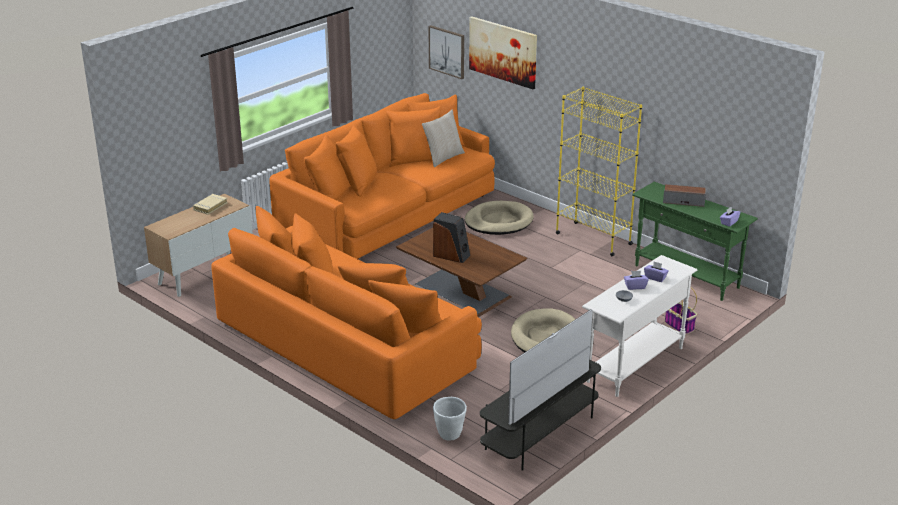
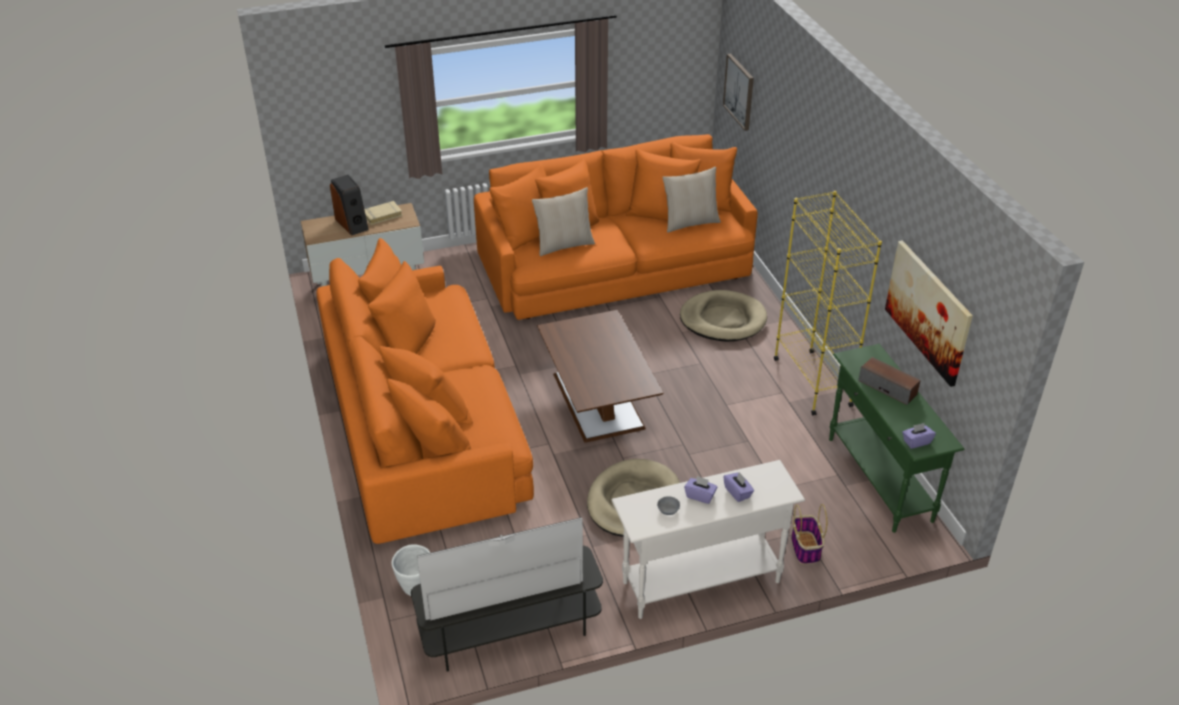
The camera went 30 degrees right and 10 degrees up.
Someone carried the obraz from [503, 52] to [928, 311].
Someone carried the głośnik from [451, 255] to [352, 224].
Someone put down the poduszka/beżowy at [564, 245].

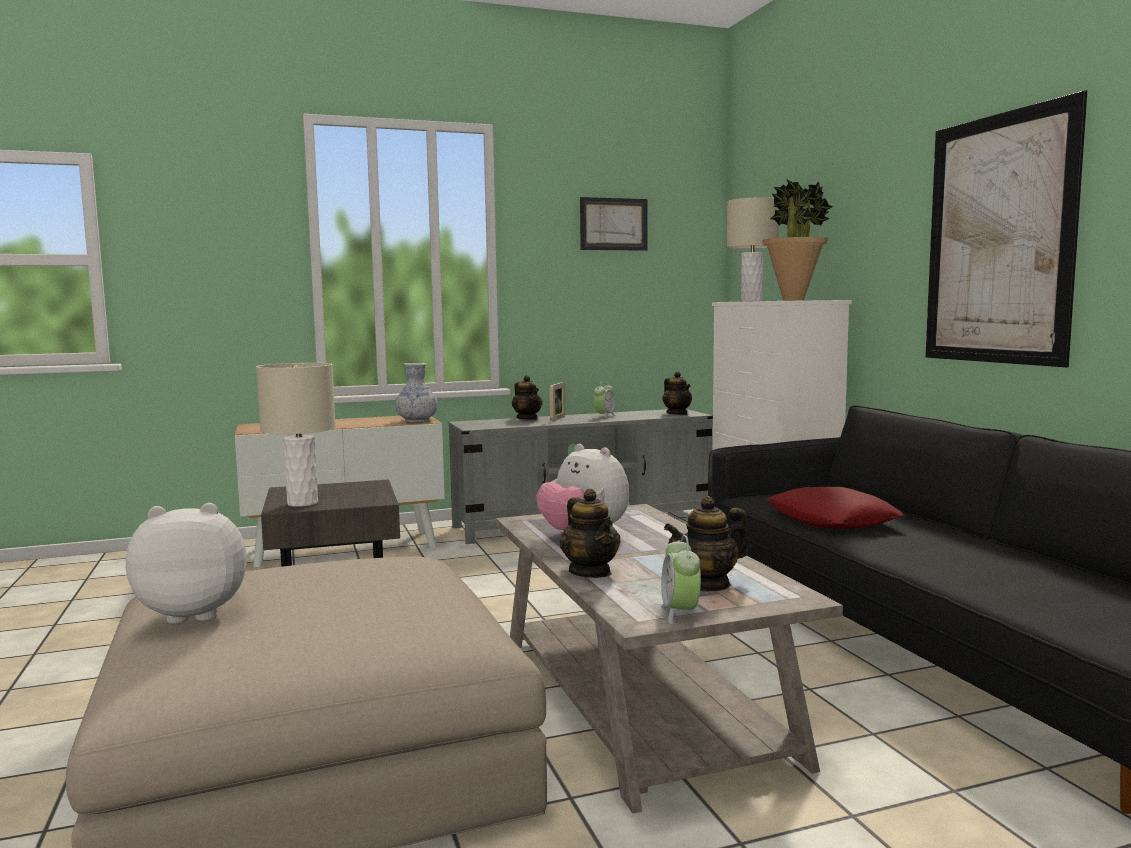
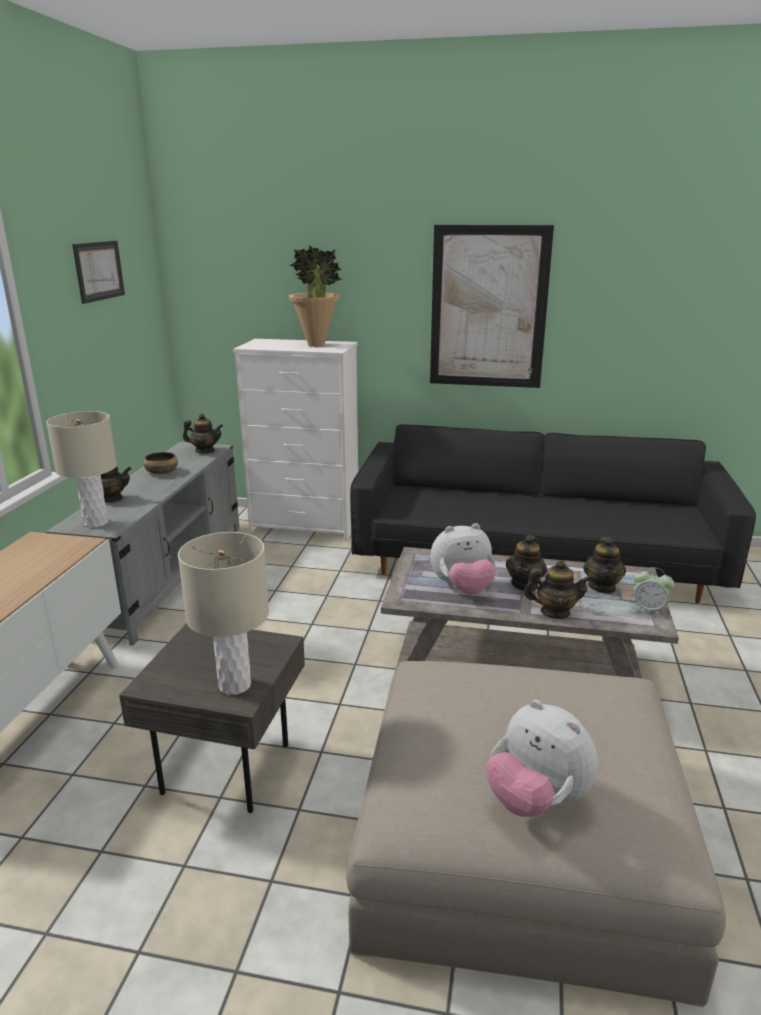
The camera went 60 degrees left and 15 degrees up.
Someone carried the lampa stołowa/beżowy from [751, 301] to [96, 523].
Someone took away the wazon at [417, 420].
Someone swapped the budzik at [604, 416] for the miska at [161, 472].
Someone took away the ramka na zdjęcie at [557, 419].
Someone took away the poduszka/czerwony at [831, 520].
Someone rotated the pluszak at [195, 613] by 60 degrees counterclockwise.
Someone put down the imbryk at [525, 584].

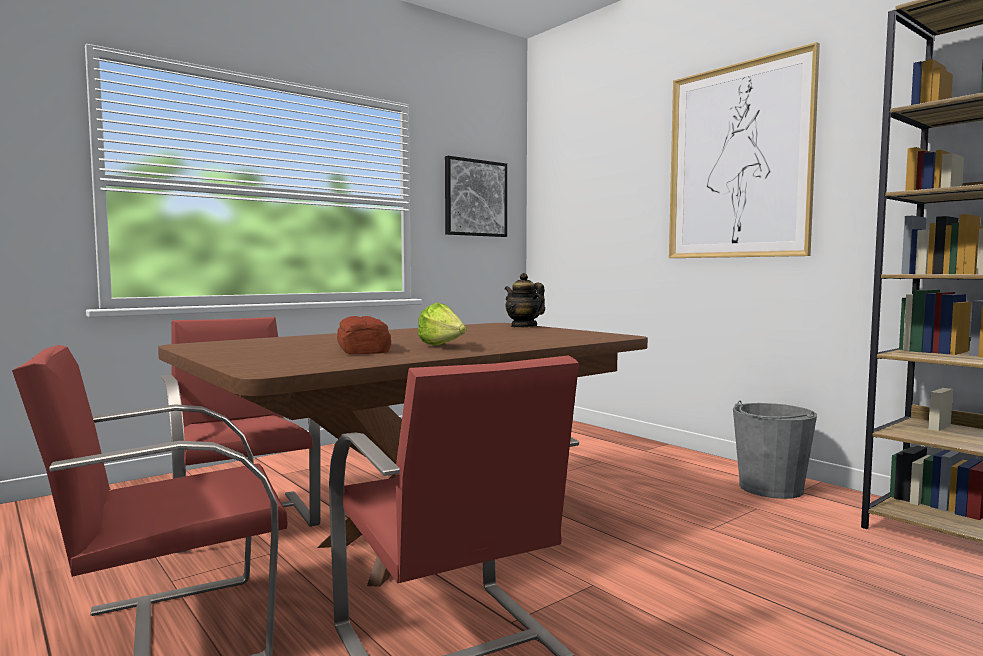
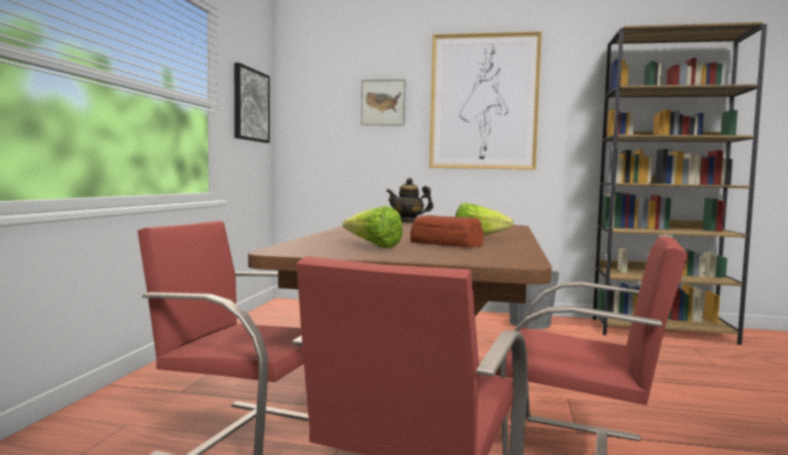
The camera went 40 degrees left and 0 degrees up.
Someone put up the obraz at [383, 102].
Someone put down the sałata at [373, 246].

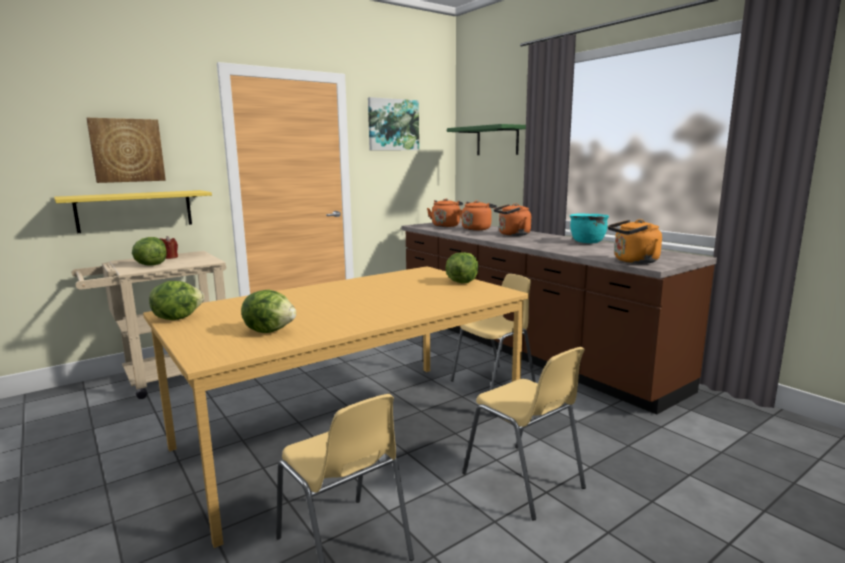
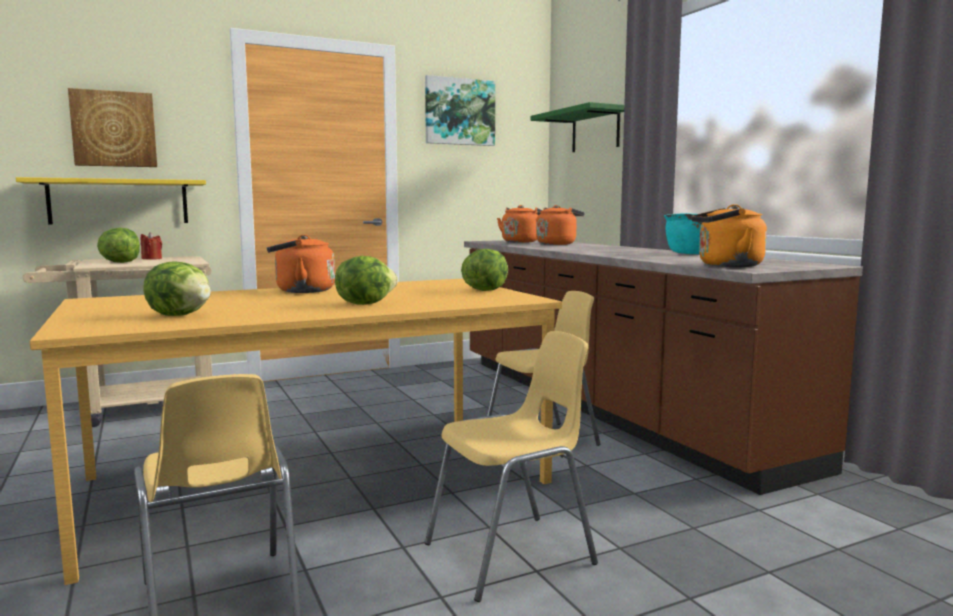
The camera went 10 degrees right and 5 degrees down.
Someone carried the czajnik/pomarańczowy from [512, 234] to [301, 291].
Someone carried the sałata from [177, 318] to [364, 304].
Someone rotated the krzesło/żółty at [524, 481] by 90 degrees counterclockwise.

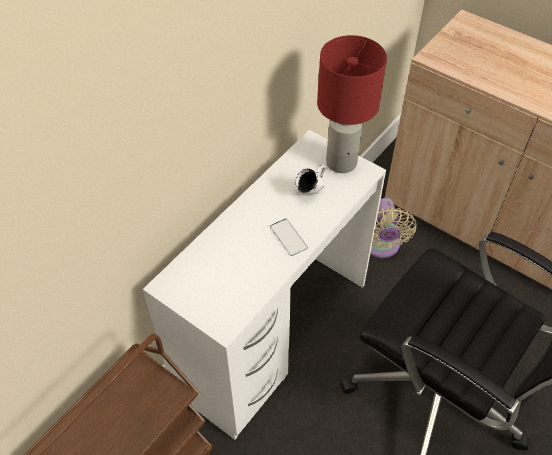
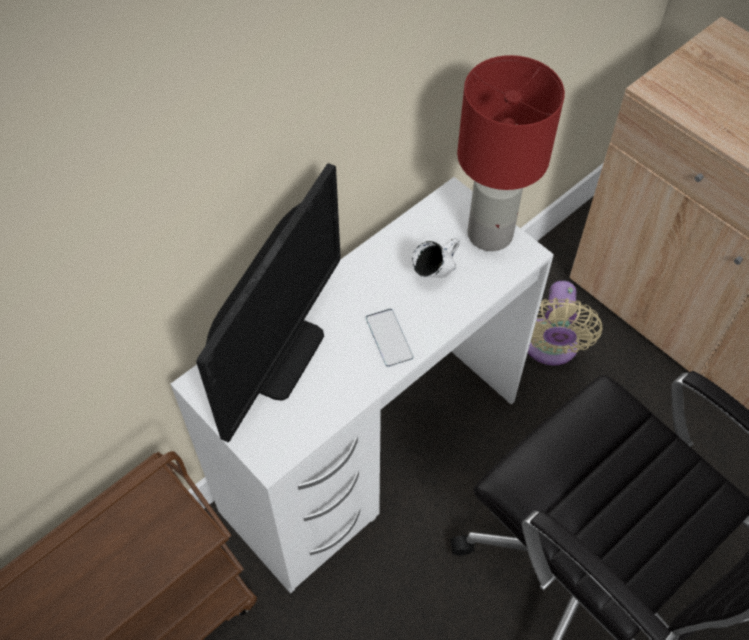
The camera went 10 degrees right and 5 degrees up.
Someone put down the monitor at [279, 355].

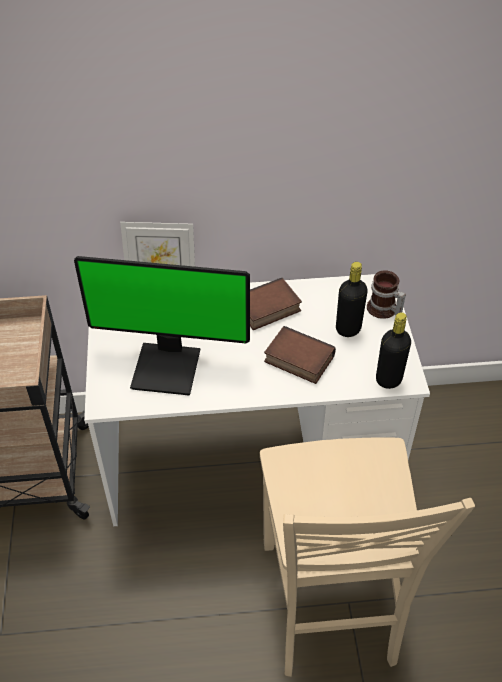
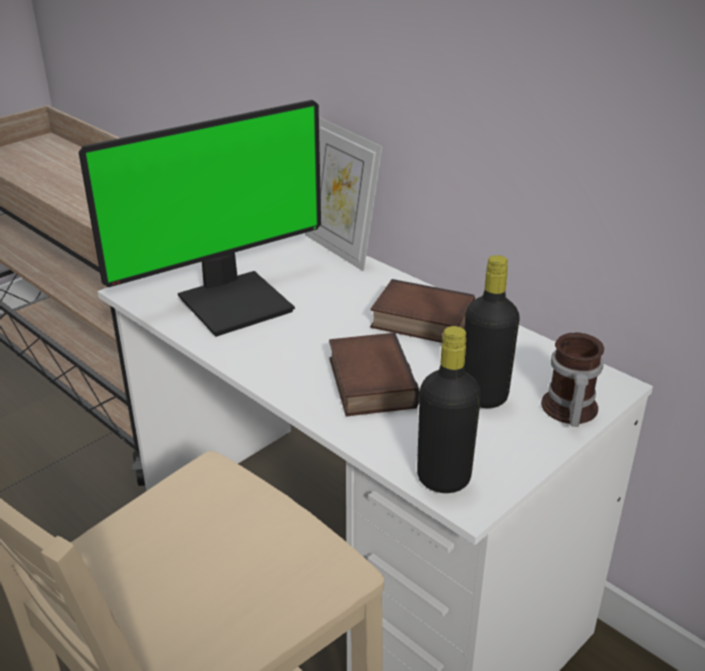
The camera went 50 degrees right and 15 degrees down.
Someone rotated the monitor at [168, 367] by 90 degrees counterclockwise.

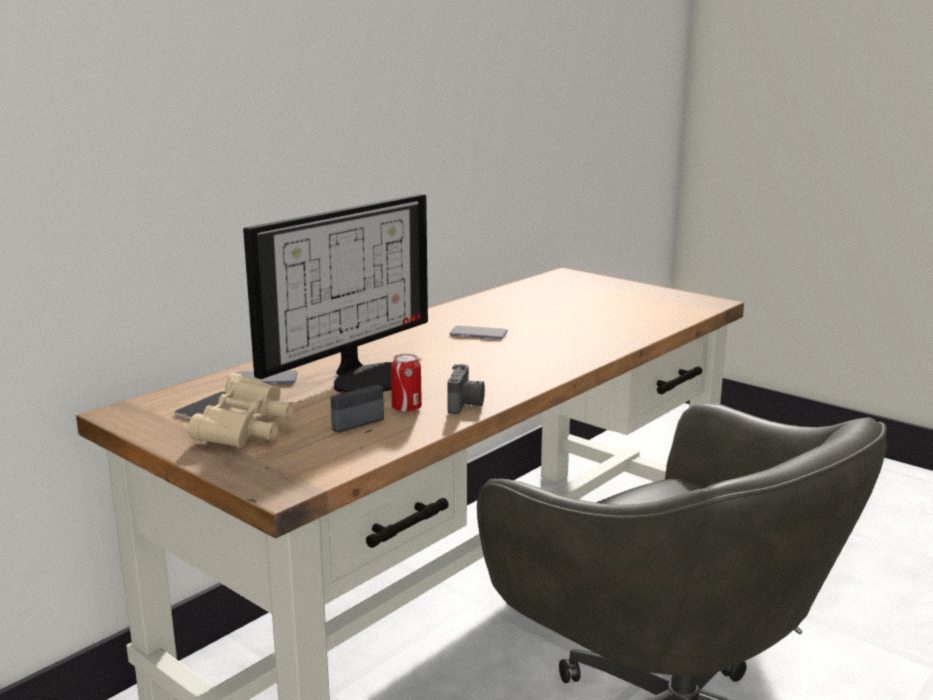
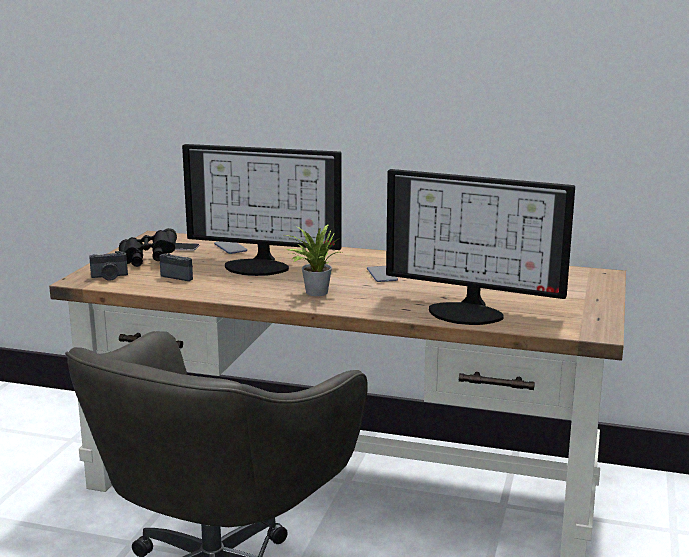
The camera went 65 degrees right and 0 degrees up.
Someone took away the puszka at [406, 408].
Someone carried the aparat fotograficzny from [466, 404] to [109, 277].
Someone repainted the lornetka/beżowy at [245, 431], which became the lornetka/czarny at [148, 260].
Someone put down the monitor at [468, 311].
Someone put down the roślina doniczkowa at [313, 292].

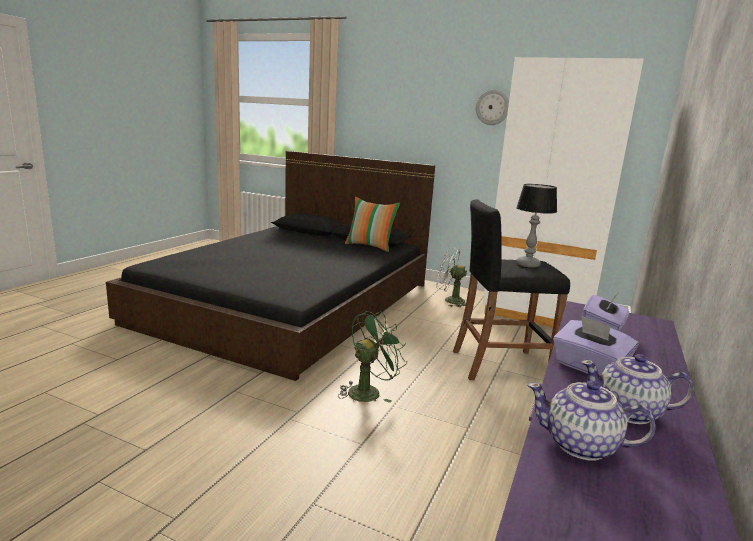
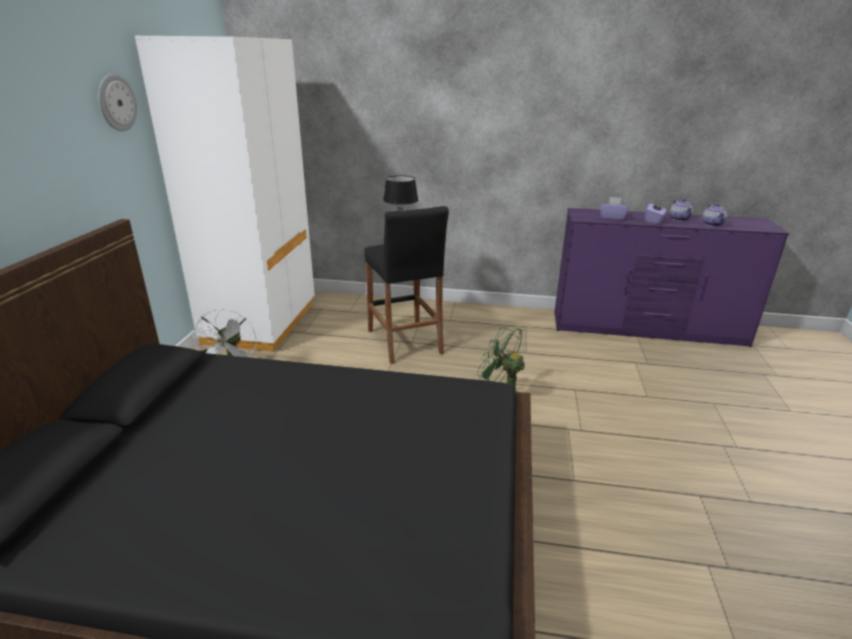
The camera went 105 degrees left and 10 degrees up.
Someone took away the poduszka at [370, 246].

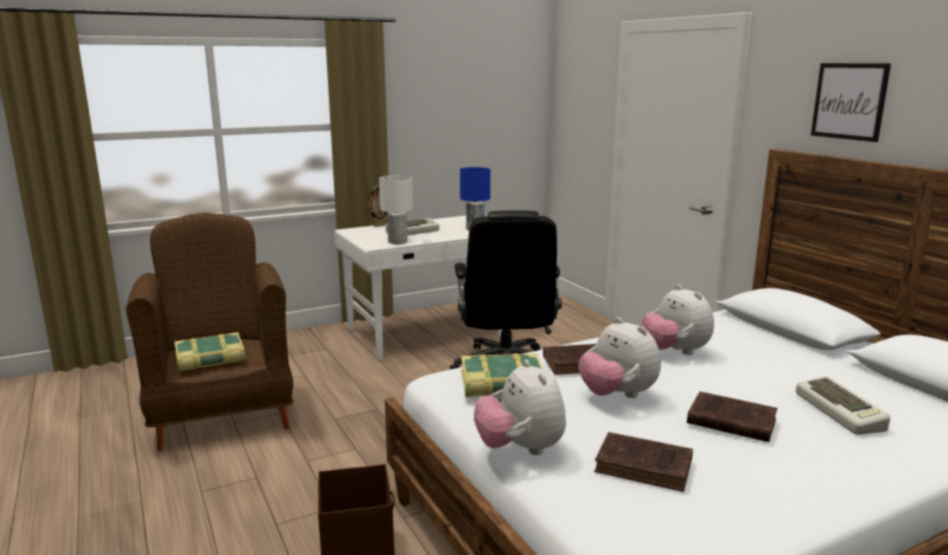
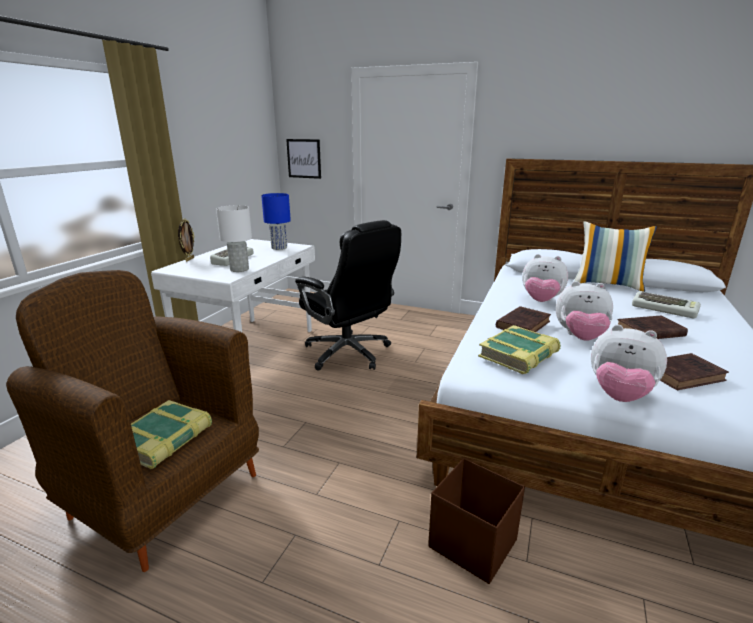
The camera went 40 degrees left and 5 degrees up.
Someone carried the obraz from [849, 101] to [304, 158].
Someone put down the poduszka at [608, 284].

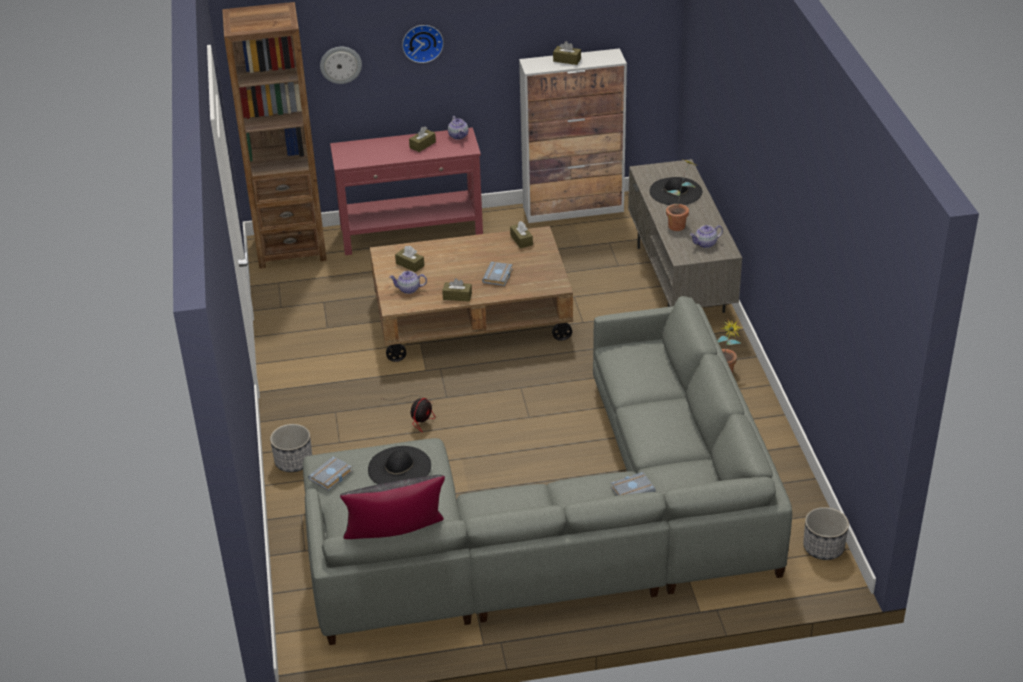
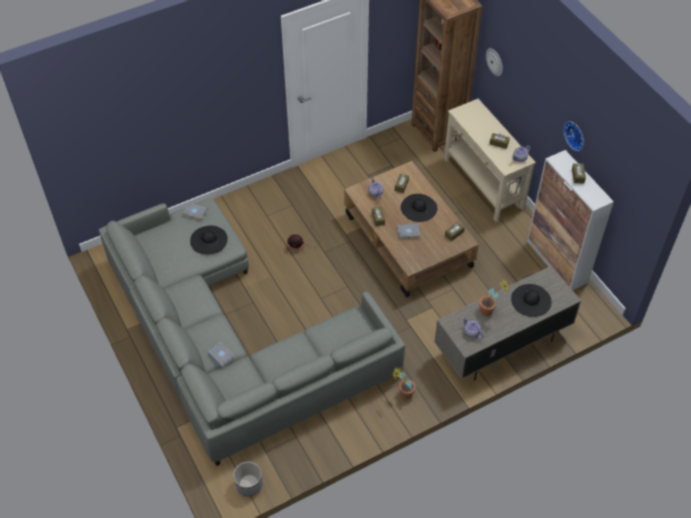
The camera went 70 degrees right and 15 degrees up.
Someone carried the zegar ścienny from [422, 42] to [575, 135].
Someone repainted the stolik konsolowy/czerwony at [412, 233], which became the stolik konsolowy/beżowy at [483, 184].
Someone took away the donica at [294, 462].
Someone took away the poduszka/czarny at [396, 540].
Someone put down the kapelusz/czarny at [418, 208].

